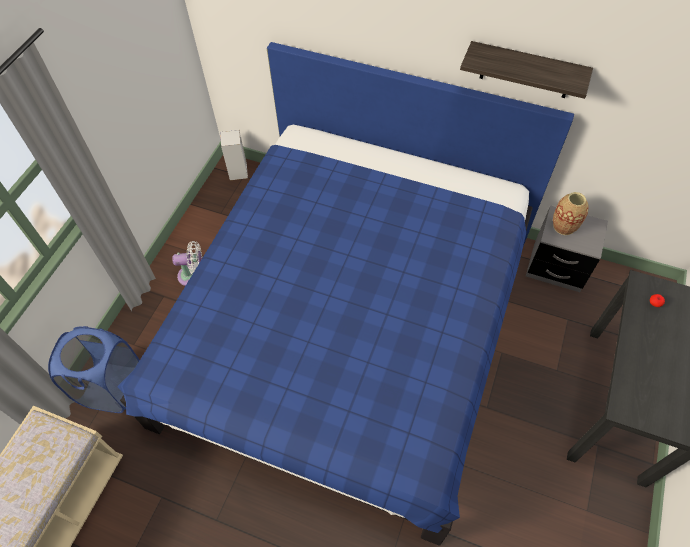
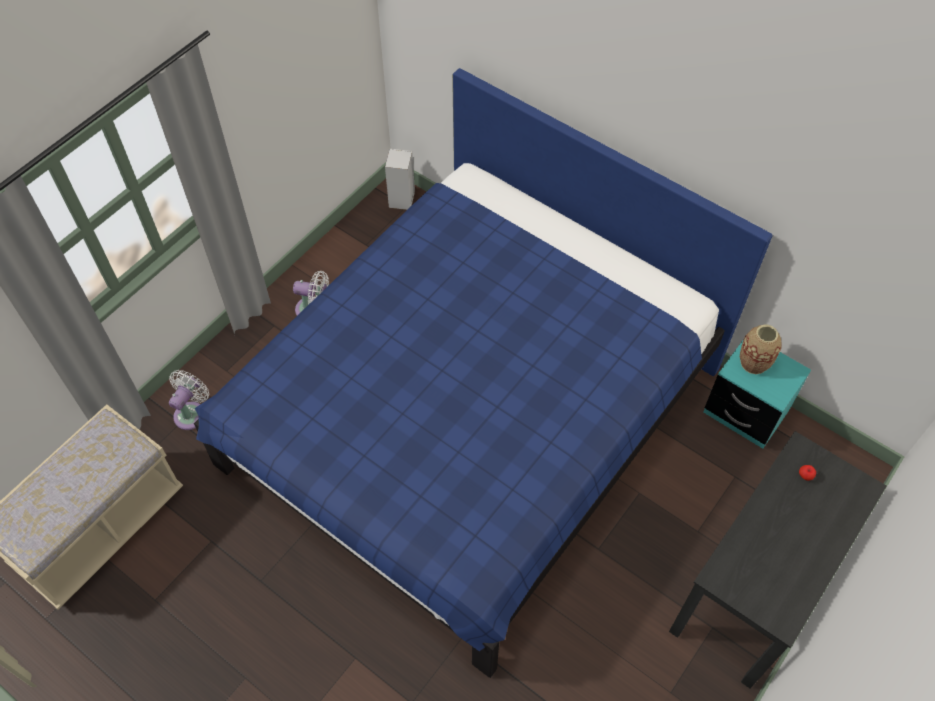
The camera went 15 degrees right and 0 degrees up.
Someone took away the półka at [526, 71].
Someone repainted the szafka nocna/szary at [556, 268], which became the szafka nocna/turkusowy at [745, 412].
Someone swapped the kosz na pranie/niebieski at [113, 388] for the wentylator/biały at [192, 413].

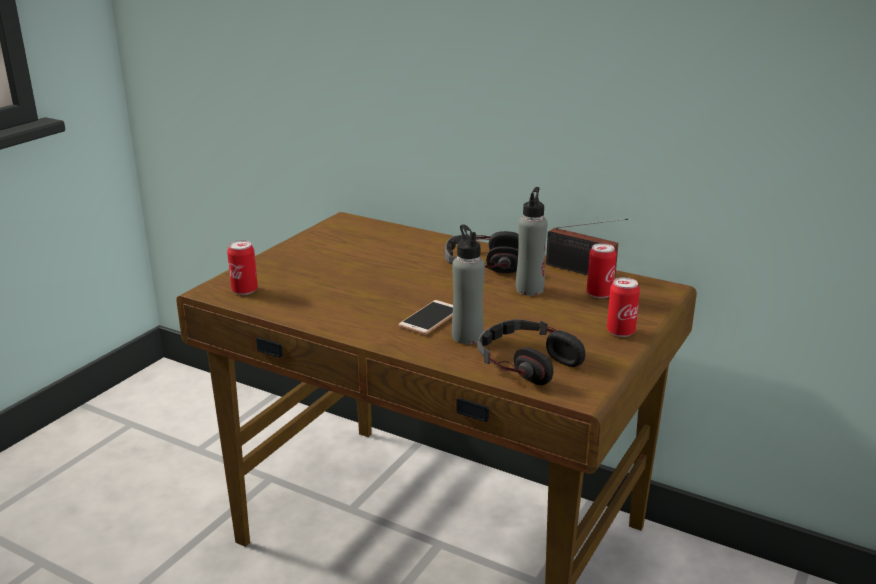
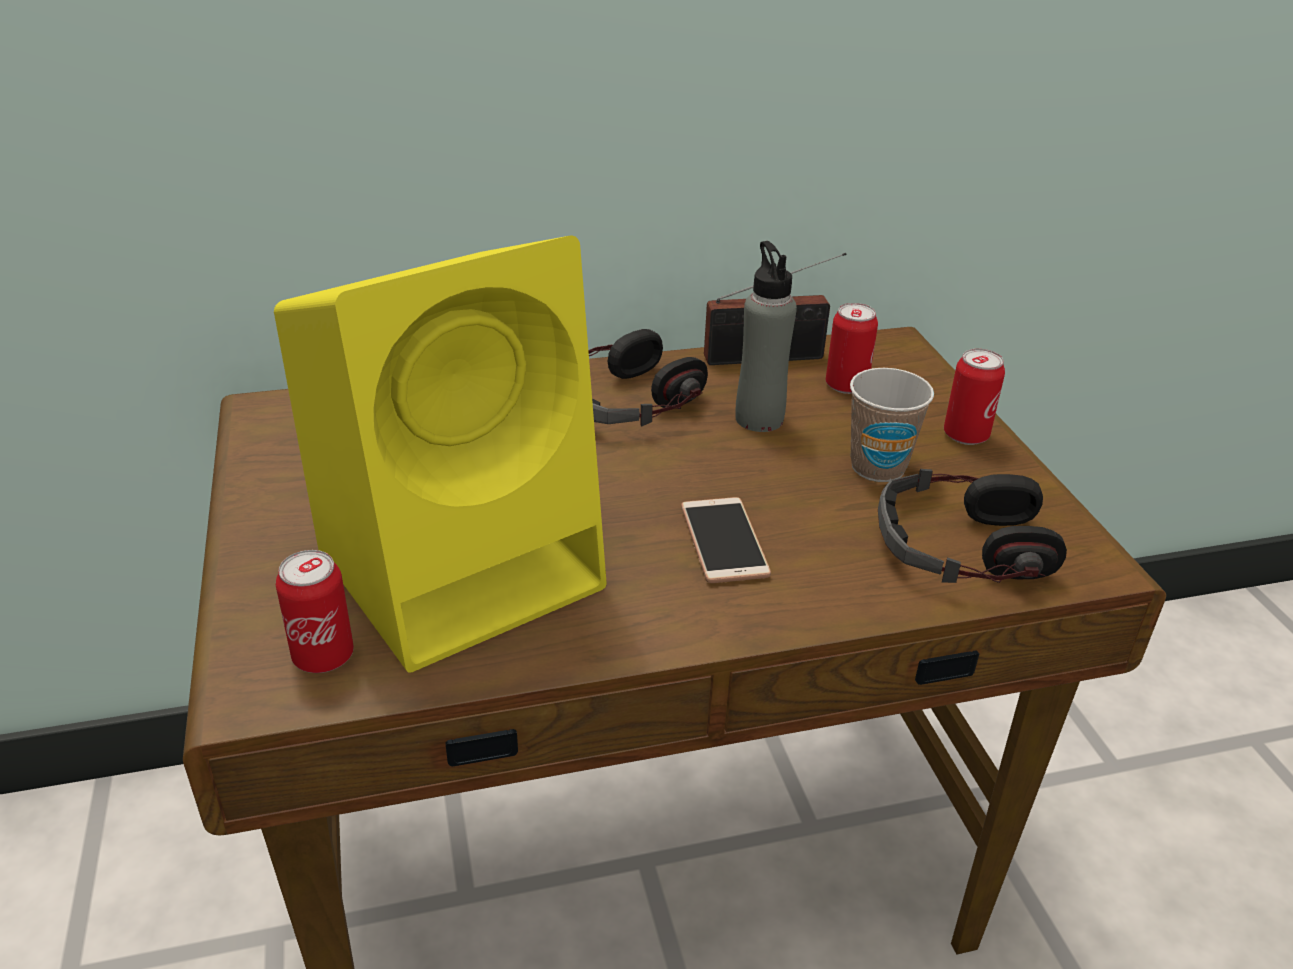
The camera went 45 degrees left and 10 degrees up.
Someone took away the butelka/szary at [467, 337].
Someone put down the głośnik/żółty at [466, 565].
Someone put down the filiżanka at [878, 467].

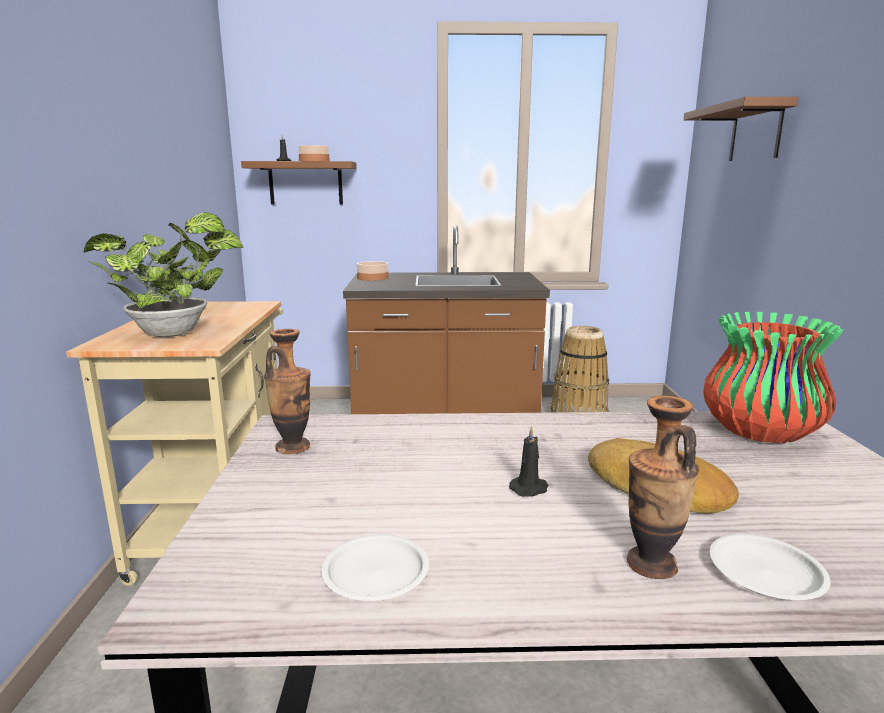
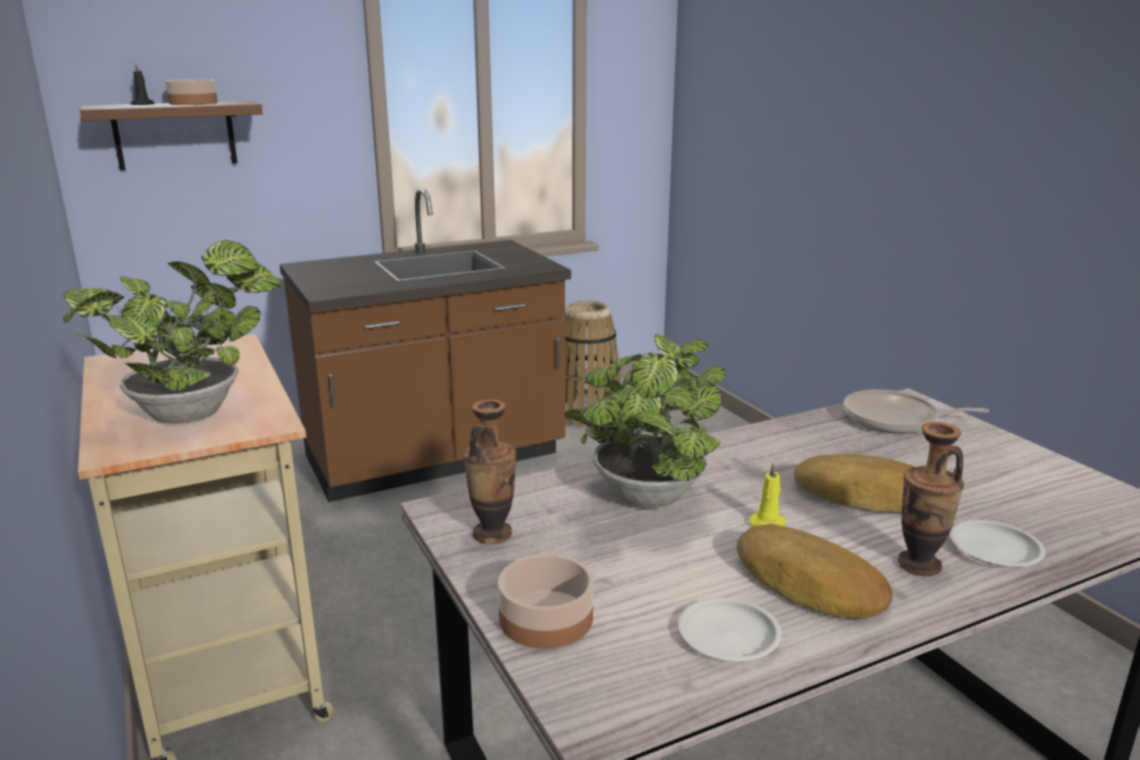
The camera went 25 degrees left and 5 degrees up.
Someone took away the półka/brązowy at [755, 132].
Someone carried the miska from [372, 278] to [544, 619].
Someone swapped the wazon at [761, 432] for the patelnia at [895, 420].
Someone repainted the świeca/czarny at [530, 489], which became the świeca/żółty at [768, 522].
Someone put down the roślina doniczkowa at [645, 500].
Someone put down the chleb at [808, 584].

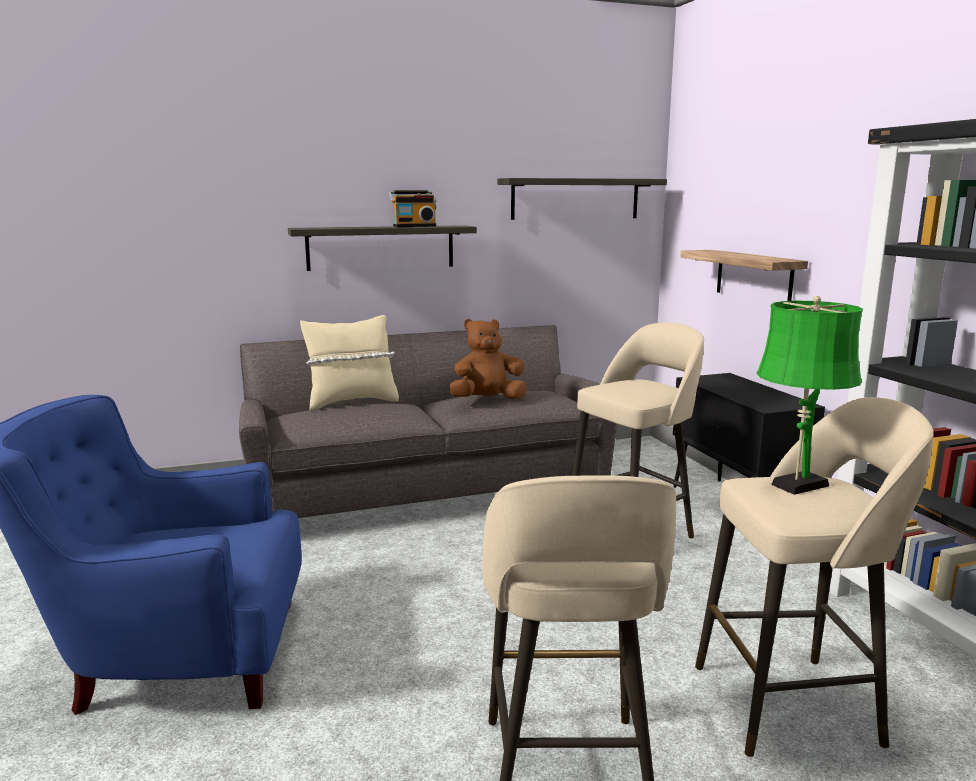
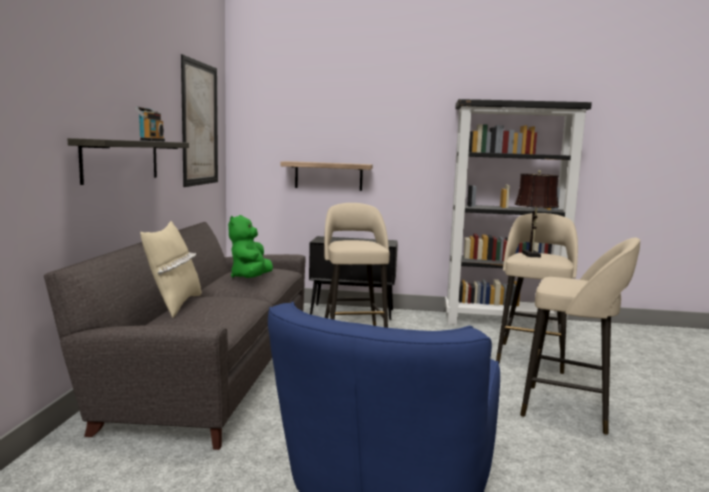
The camera went 65 degrees left and 5 degrees down.
Someone swapped the półka at [575, 199] for the obraz at [200, 124].
Someone repainted the lampa stołowa/zielony at [795, 486], which became the lampa stołowa/brązowy at [531, 255].
Someone repainted the pluszak/brązowy at [487, 400], which became the pluszak/zielony at [251, 278].

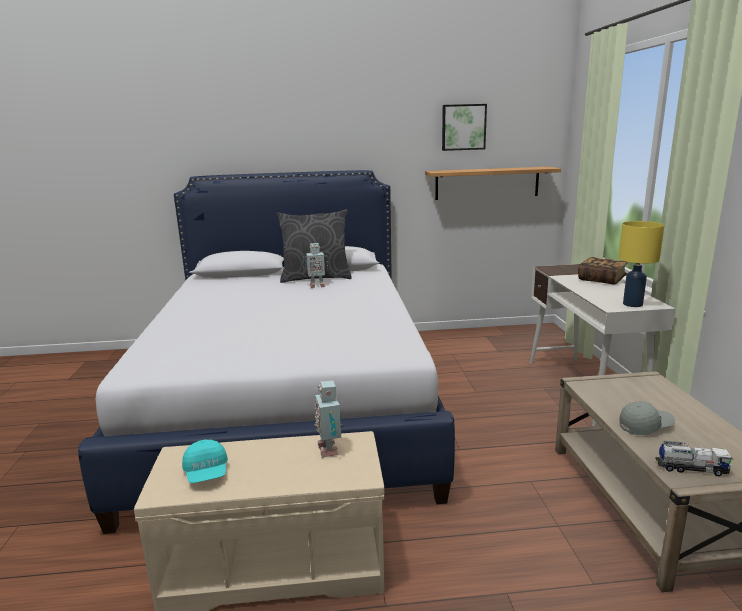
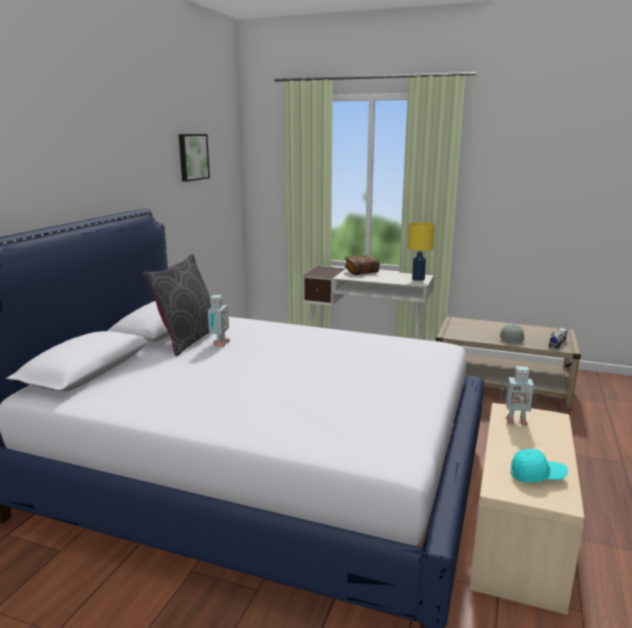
The camera went 65 degrees left and 0 degrees up.
Someone took away the półka at [487, 183].

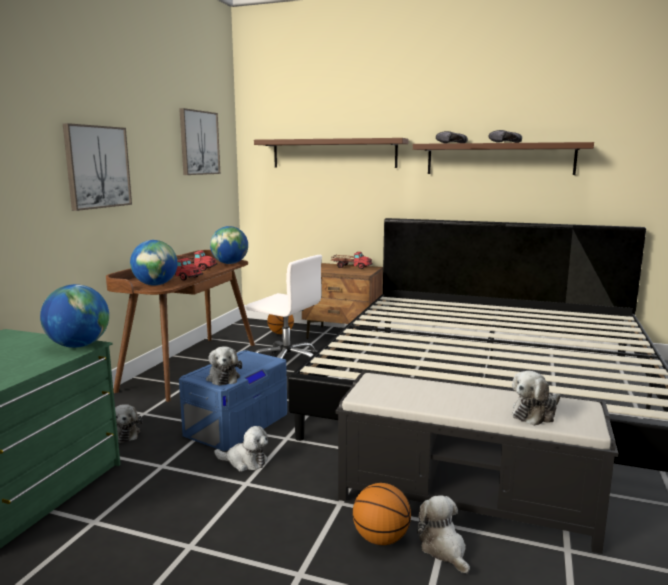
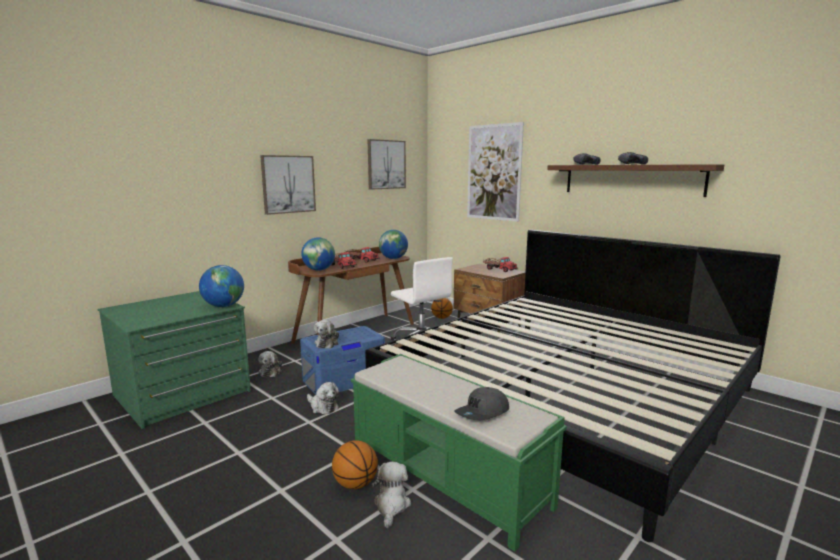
The camera went 25 degrees right and 0 degrees up.
Someone swapped the półka/brązowy at [333, 153] for the obraz at [494, 172].
Someone repainted the ławka/czarny at [467, 500], which became the ławka/zielony at [448, 476].
Someone swapped the pluszak at [535, 413] for the czapka z daszkiem/szary at [483, 413].

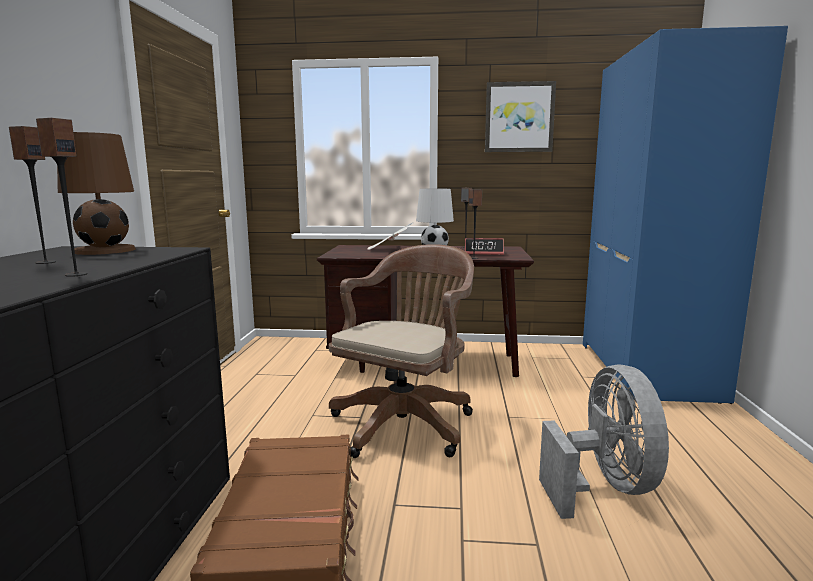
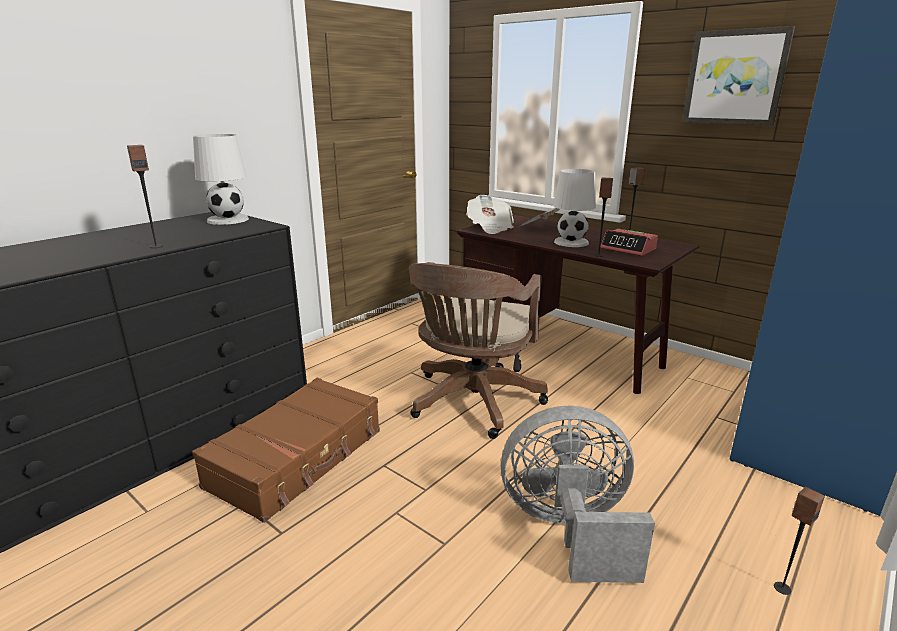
The camera went 35 degrees right and 10 degrees up.
Someone carried the głośnik from [45, 262] to [782, 588].
Someone repainted the lampa stołowa/brązowy at [104, 250], which became the lampa stołowa/biały at [227, 220].
Someone rotated the krzesło biurowe/brązowy at [406, 422] by 135 degrees clockwise.
Someone rotated the wentylator/szary at [604, 487] by 120 degrees counterclockwise.
Someone put down the gazeta at [489, 228].

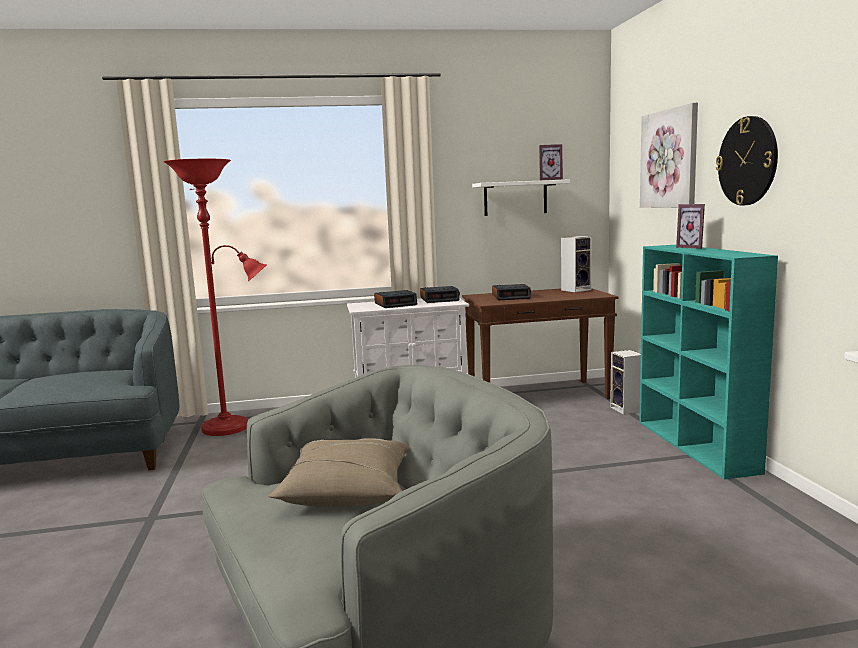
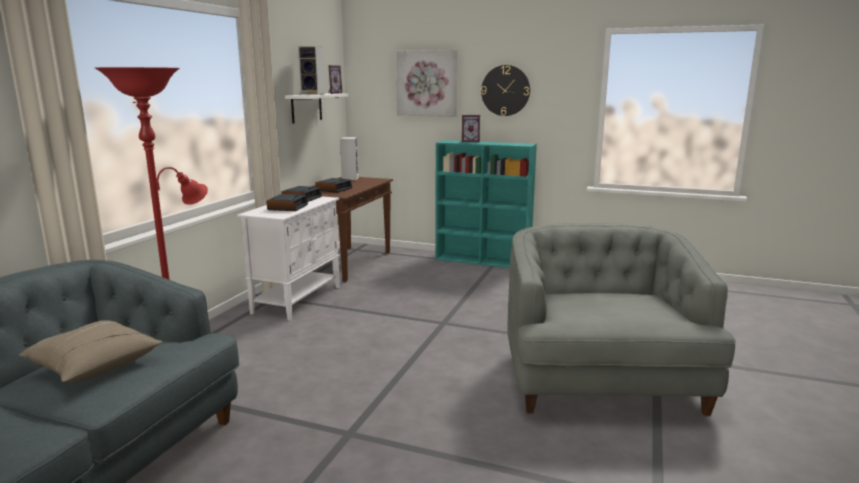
The camera went 60 degrees left and 5 degrees up.
Someone carried the głośnik from [627, 409] to [314, 94].
Someone carried the poduszka/beżowy from [347, 491] to [94, 365].

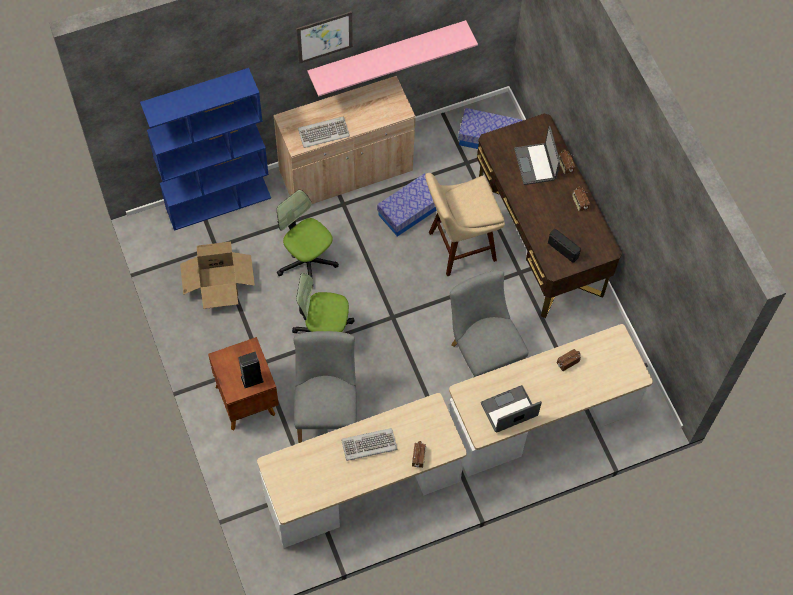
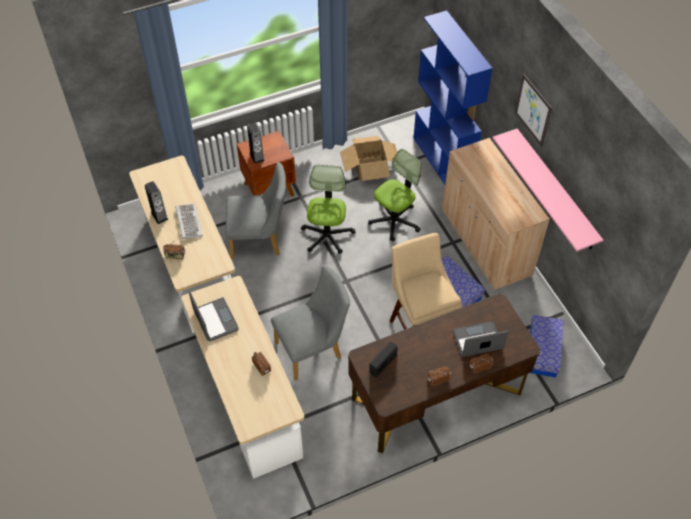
The camera went 90 degrees right and 10 degrees down.
Someone took away the klawiatura at [323, 132].
Someone put down the głośnik at [159, 216].

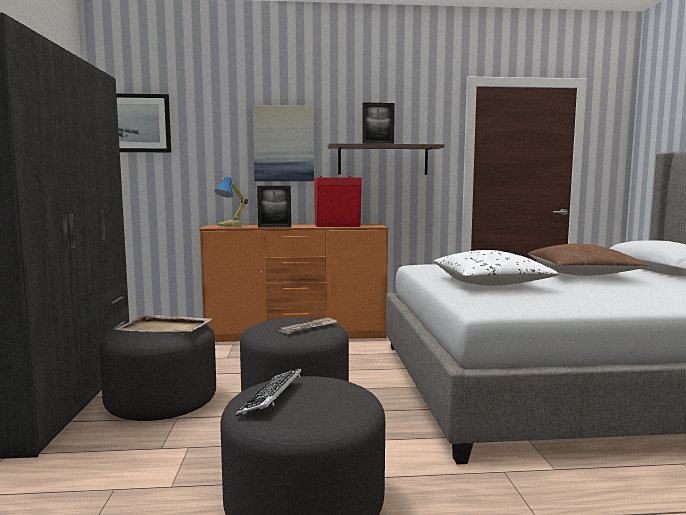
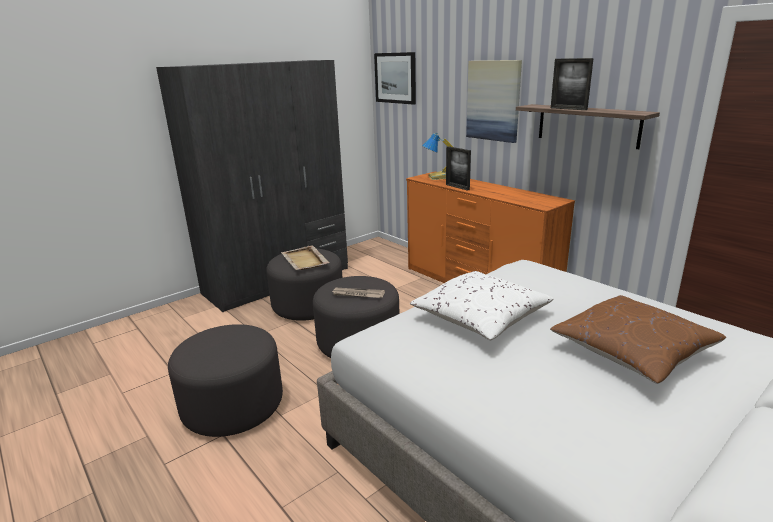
The camera went 55 degrees right and 15 degrees up.
Someone took away the głośnik/czerwony at [338, 226].
Someone took away the klawiatura at [272, 398].

